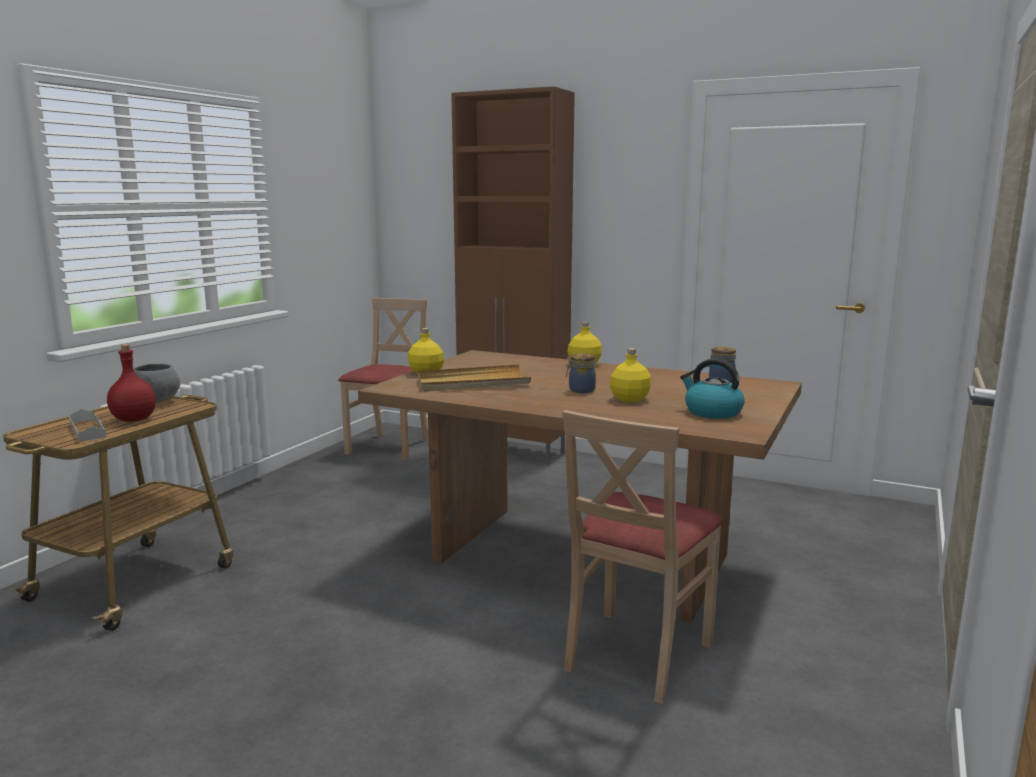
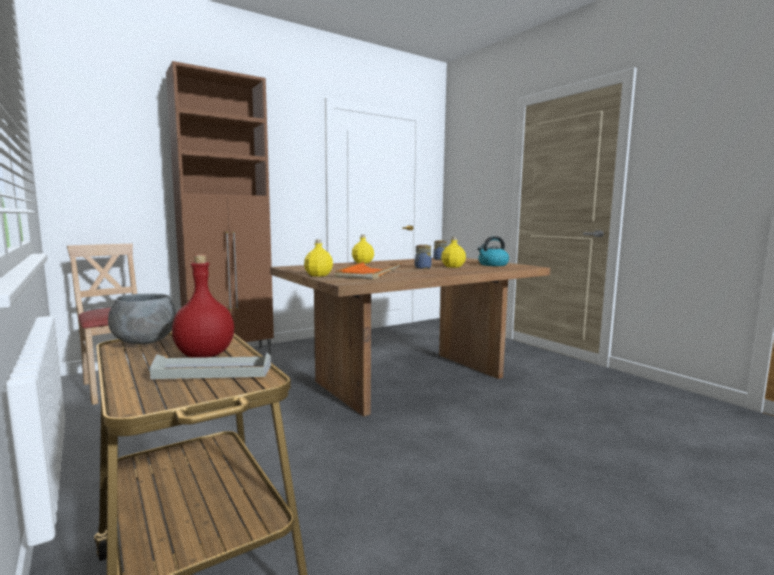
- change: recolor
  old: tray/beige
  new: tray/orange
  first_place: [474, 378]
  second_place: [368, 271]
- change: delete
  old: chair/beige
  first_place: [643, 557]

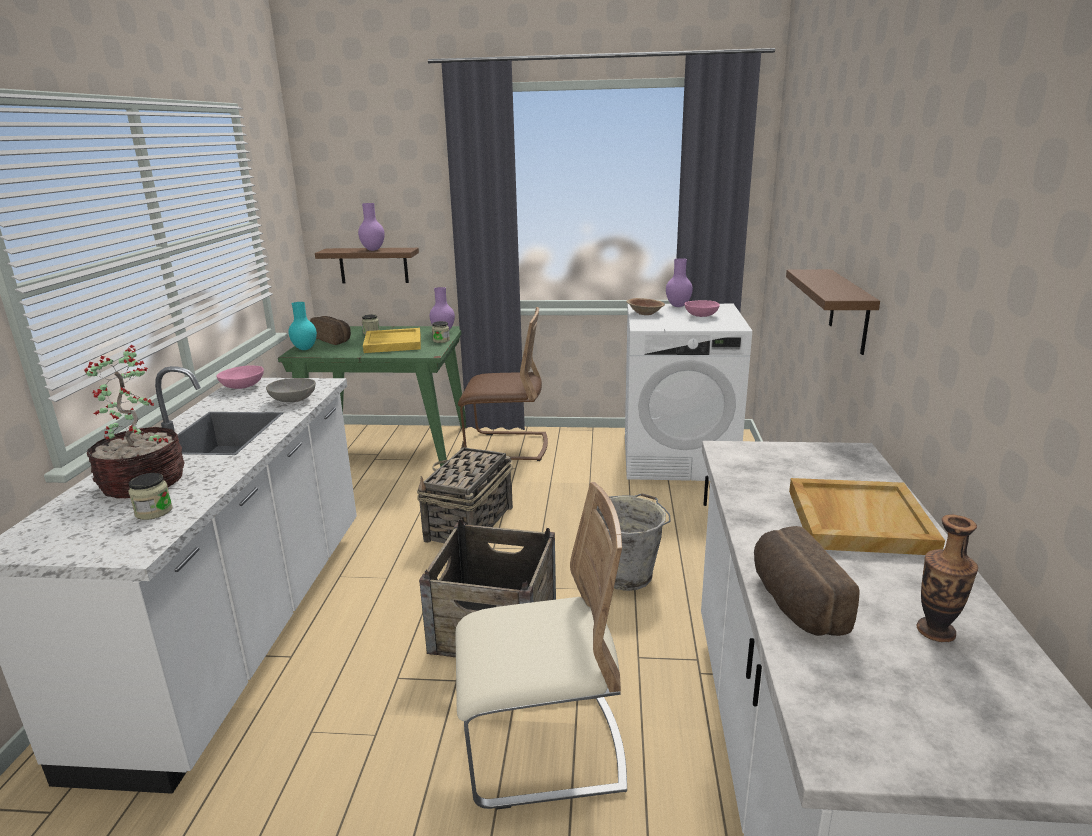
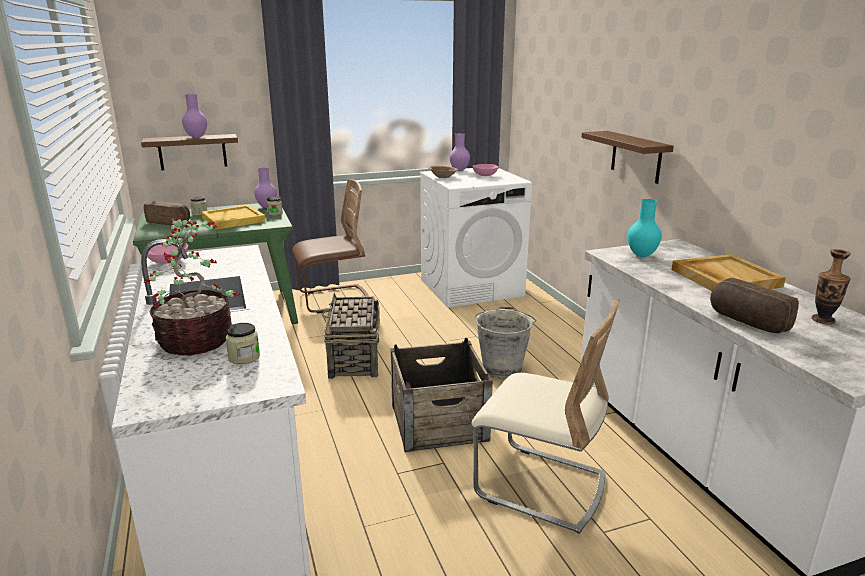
- change: delete
  old: bowl/grey
  first_place: [291, 390]
- change: move
  old: vase/turquoise
  first_place: [302, 326]
  second_place: [645, 228]
- change: rotate
  old: chair/beige
  first_place: [541, 645]
  second_place: [545, 416]
  degrees: 60

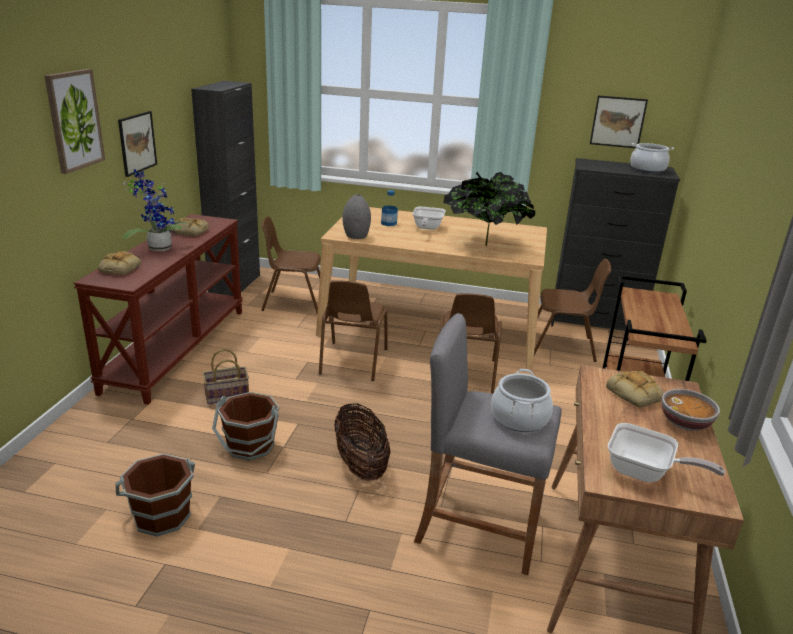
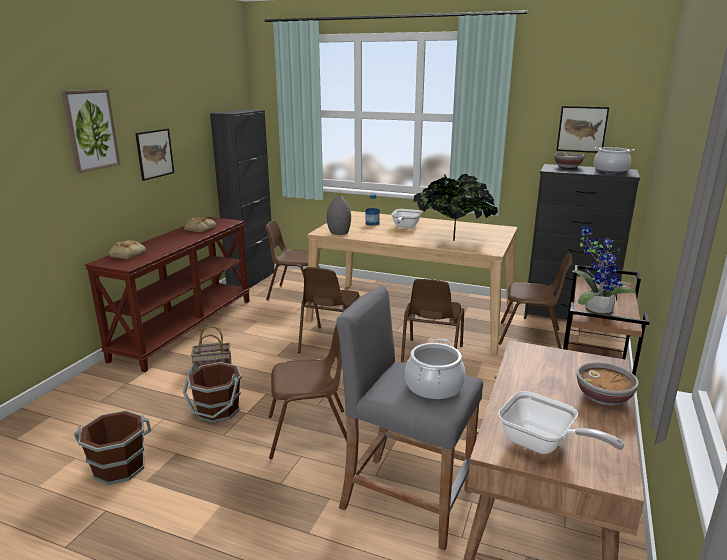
- change: move
  old: potted plant
  first_place: [156, 210]
  second_place: [603, 270]
- change: replace
  old: basket
  new: chair/brown
  first_place: [362, 441]
  second_place: [307, 392]
- change: delete
  old: bread
  first_place: [635, 389]
- change: insert
  new: bowl
  second_place: [569, 160]

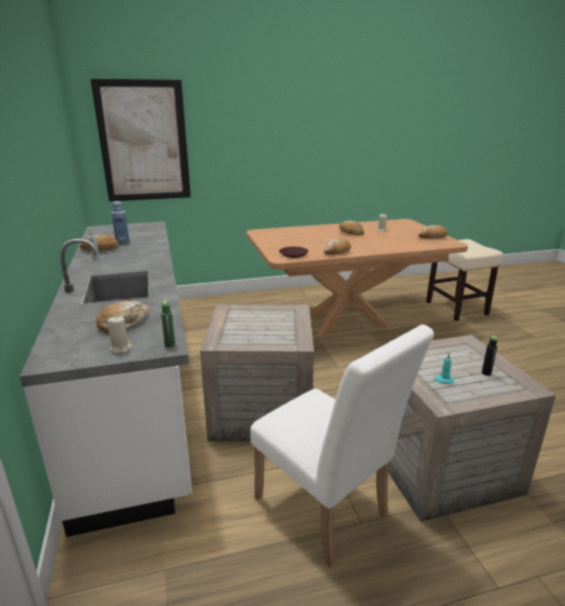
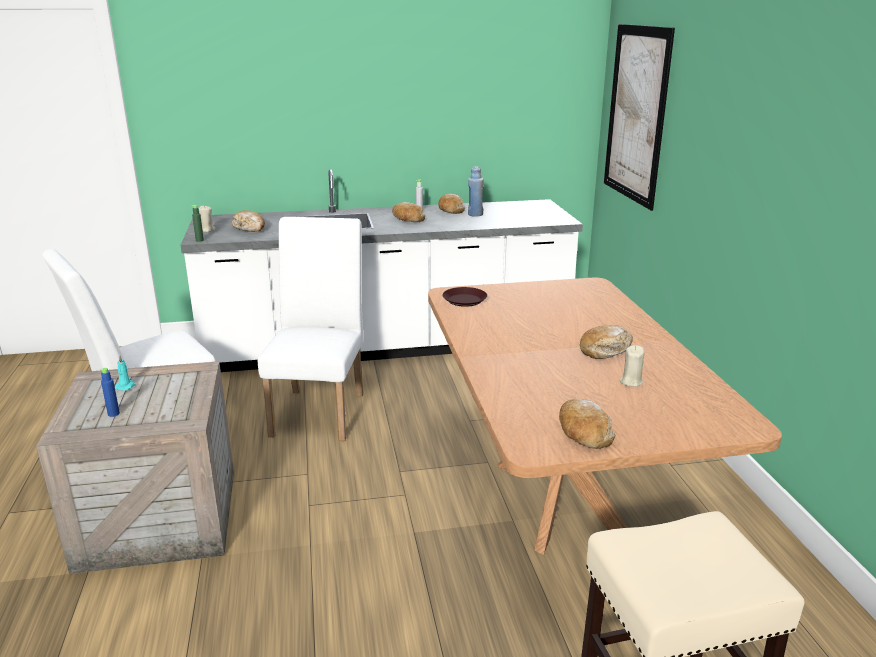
- change: replace
  old: crate
  new: chair/white
  first_place: [257, 373]
  second_place: [310, 329]
- change: move
  old: bread
  first_place: [337, 246]
  second_place: [408, 212]
- change: recolor
  old: bottle/black
  new: bottle/blue
  first_place: [489, 356]
  second_place: [109, 392]

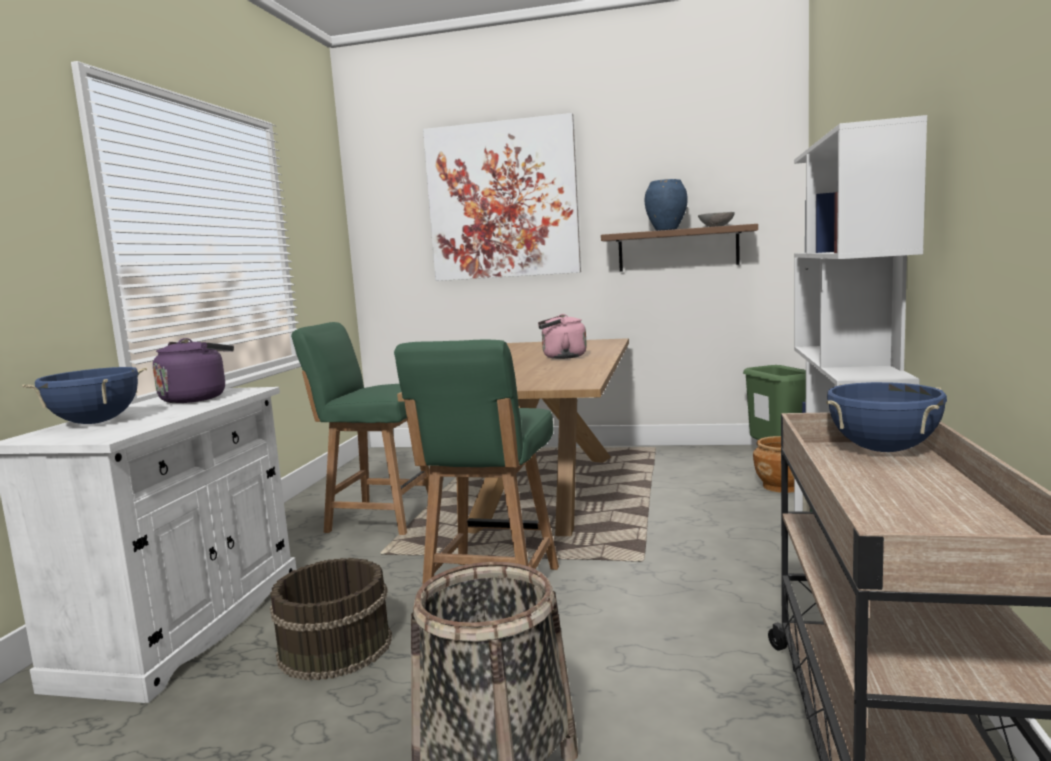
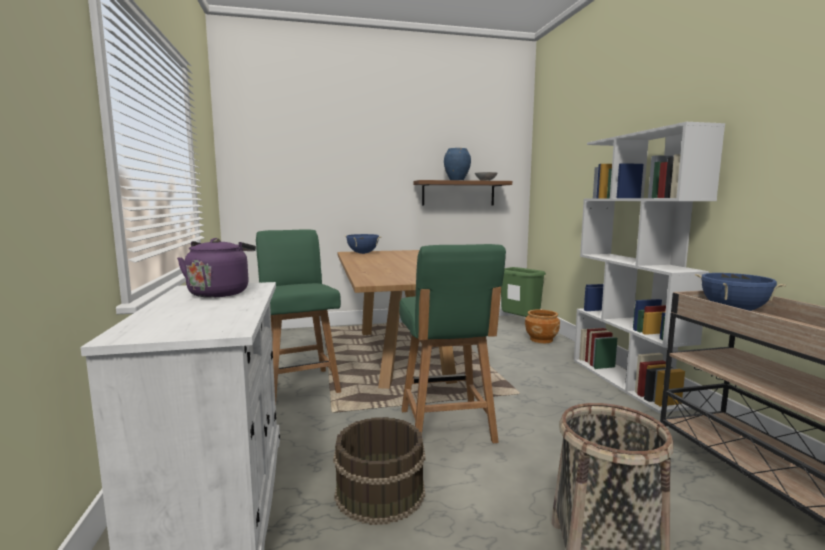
- change: move
  old: cooking pot/blue
  first_place: [84, 395]
  second_place: [363, 244]
- change: rotate
  old: chair/green
  first_place: [360, 428]
  second_place: [298, 316]
  degrees: 75
- change: delete
  old: picture
  first_place: [502, 197]
- change: delete
  old: kettle/pink
  first_place: [562, 336]

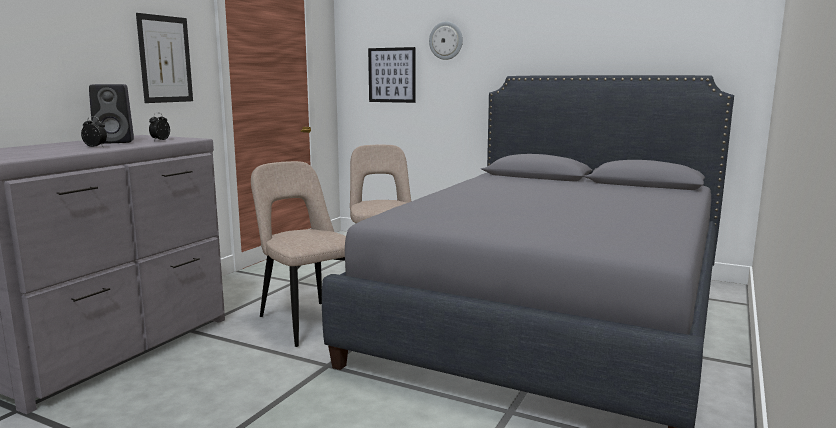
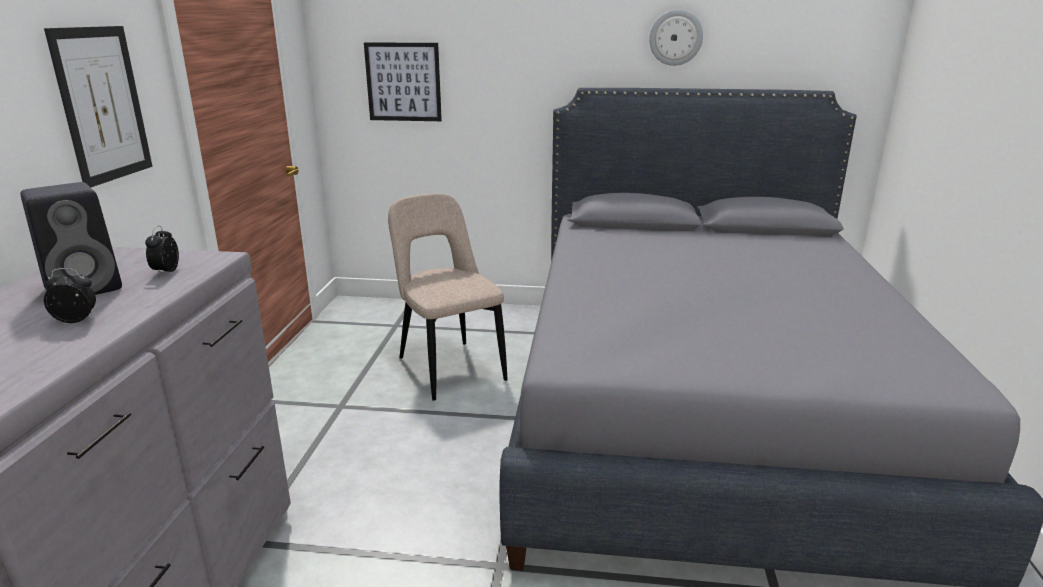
- change: delete
  old: chair/beige
  first_place: [298, 254]
- change: move
  old: wall clock
  first_place: [446, 40]
  second_place: [676, 38]

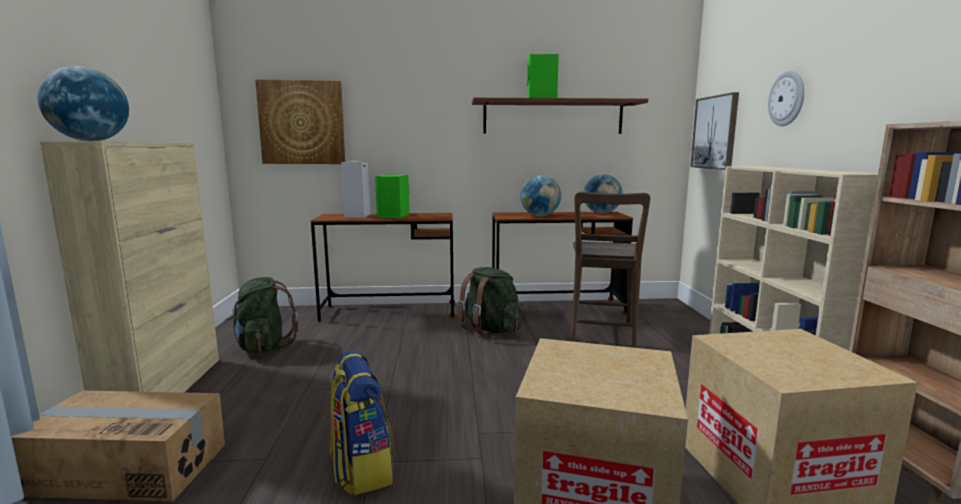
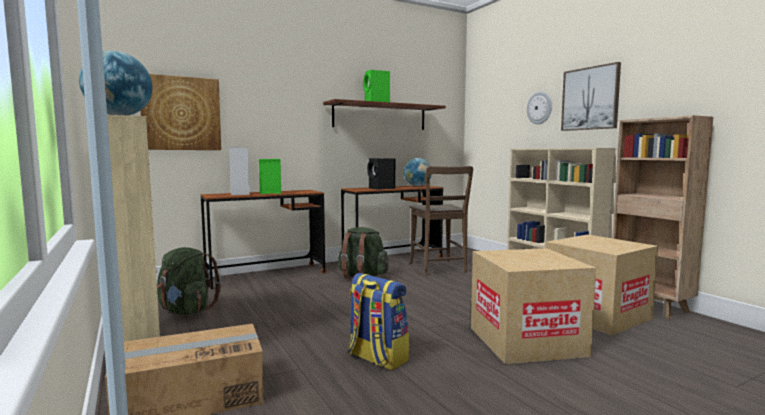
- change: replace
  old: globe
  new: speaker/black
  first_place: [540, 196]
  second_place: [381, 174]
- change: move
  old: picture
  first_place: [714, 131]
  second_place: [591, 96]

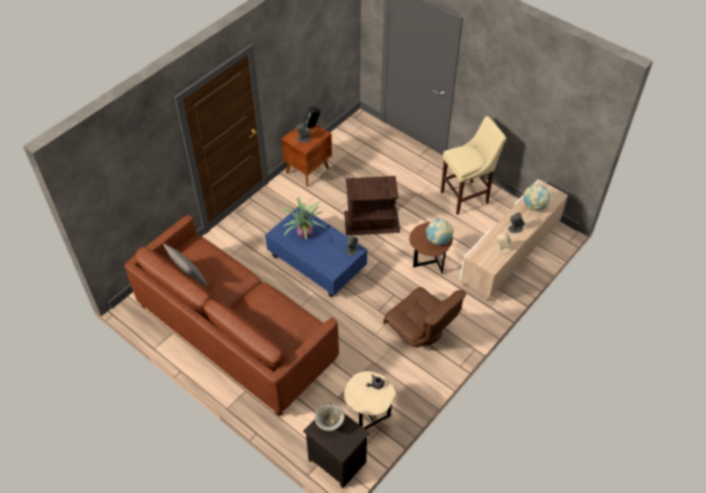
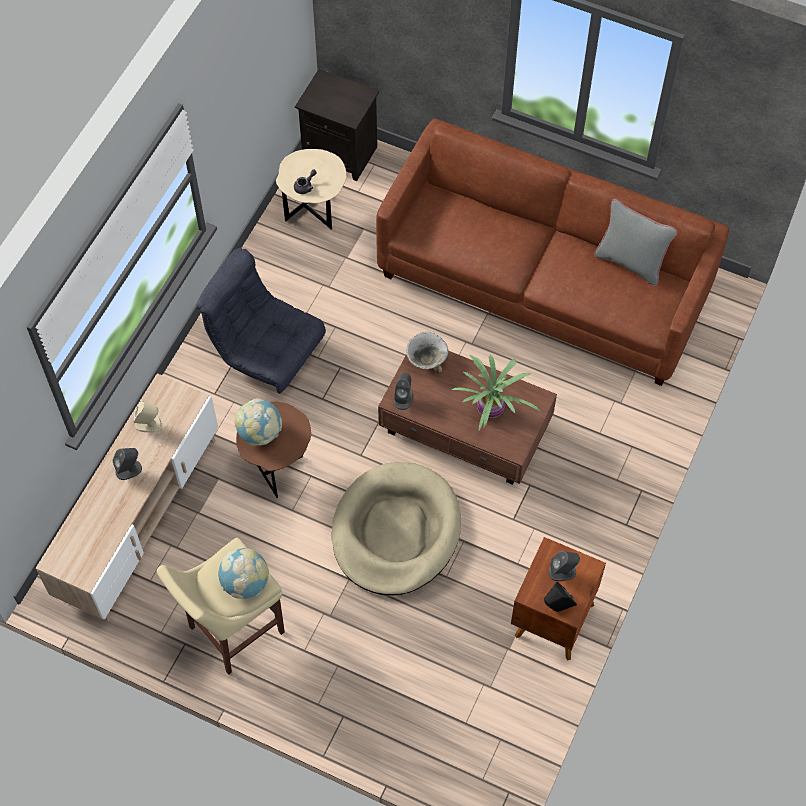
- change: recolor
  old: coffee table/blue
  new: coffee table/brown
  first_place: [316, 252]
  second_place: [467, 418]
- change: move
  old: bowl
  first_place: [329, 417]
  second_place: [427, 352]
- change: replace
  old: side table/brown
  new: dog bed/beige
  first_place: [372, 205]
  second_place: [396, 529]
- change: recolor
  old: armchair/brown
  new: armchair/grey
  first_place: [424, 317]
  second_place: [261, 321]
- change: move
  old: globe
  first_place: [536, 197]
  second_place: [243, 573]

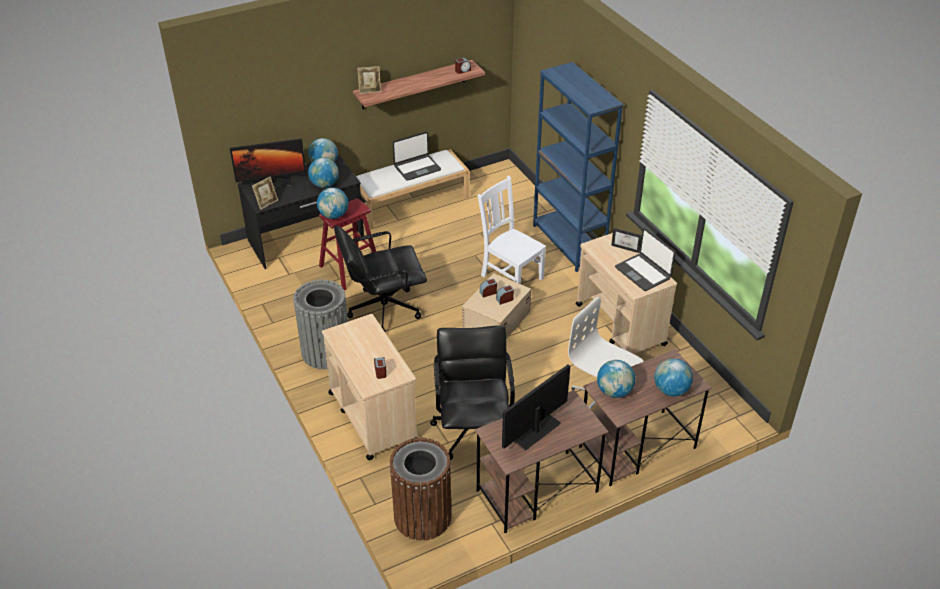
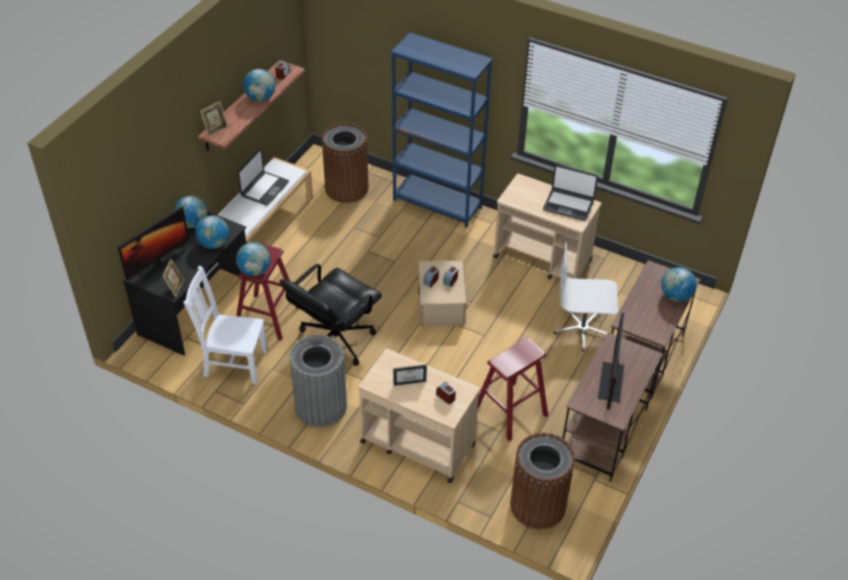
- change: replace
  old: office chair/black
  new: stool/red
  first_place: [472, 392]
  second_place: [513, 389]
- change: move
  old: chair/white
  first_place: [512, 230]
  second_place: [225, 325]
- change: move
  old: globe
  first_place: [616, 379]
  second_place: [259, 85]
- change: move
  old: picture frame
  first_place: [626, 240]
  second_place: [410, 375]
- change: insert
  new: trash can/brown
  second_place: [345, 163]

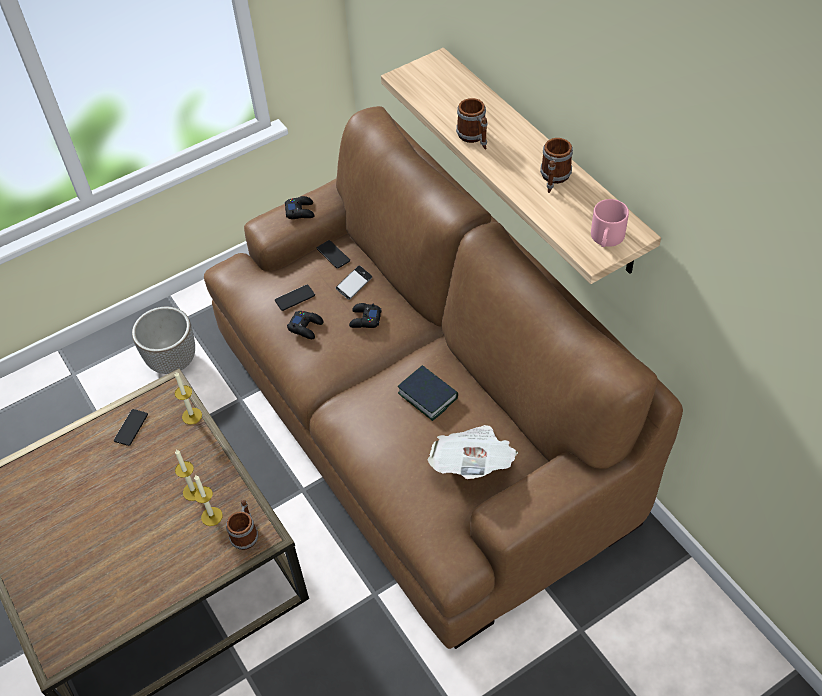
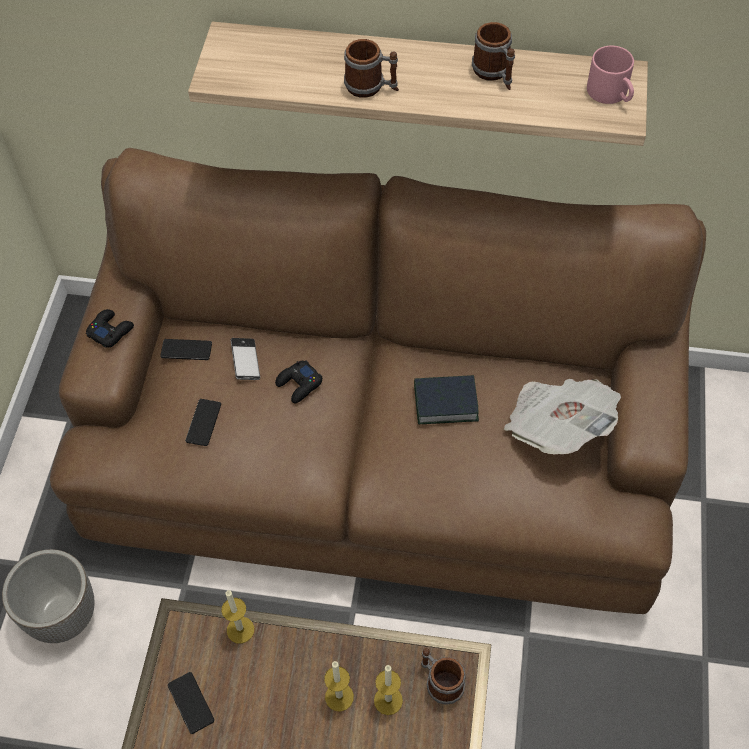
- change: delete
  old: game controller/black
  first_place: [305, 325]

